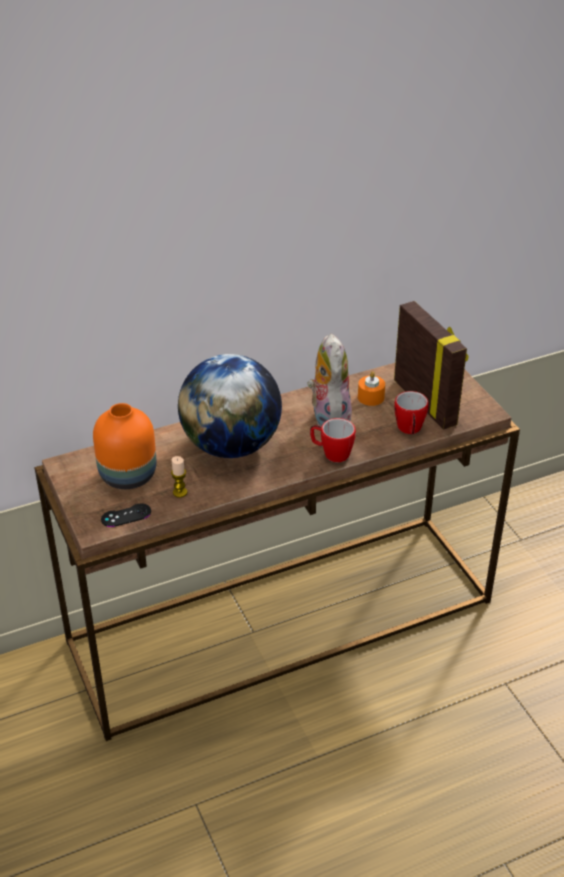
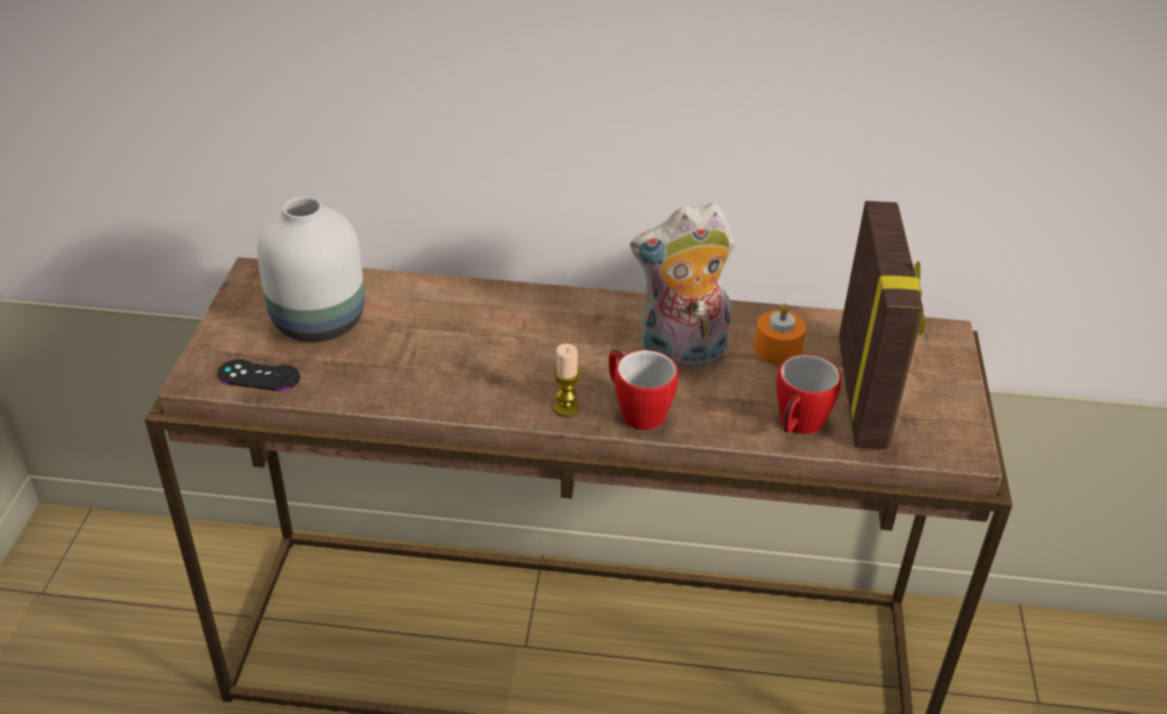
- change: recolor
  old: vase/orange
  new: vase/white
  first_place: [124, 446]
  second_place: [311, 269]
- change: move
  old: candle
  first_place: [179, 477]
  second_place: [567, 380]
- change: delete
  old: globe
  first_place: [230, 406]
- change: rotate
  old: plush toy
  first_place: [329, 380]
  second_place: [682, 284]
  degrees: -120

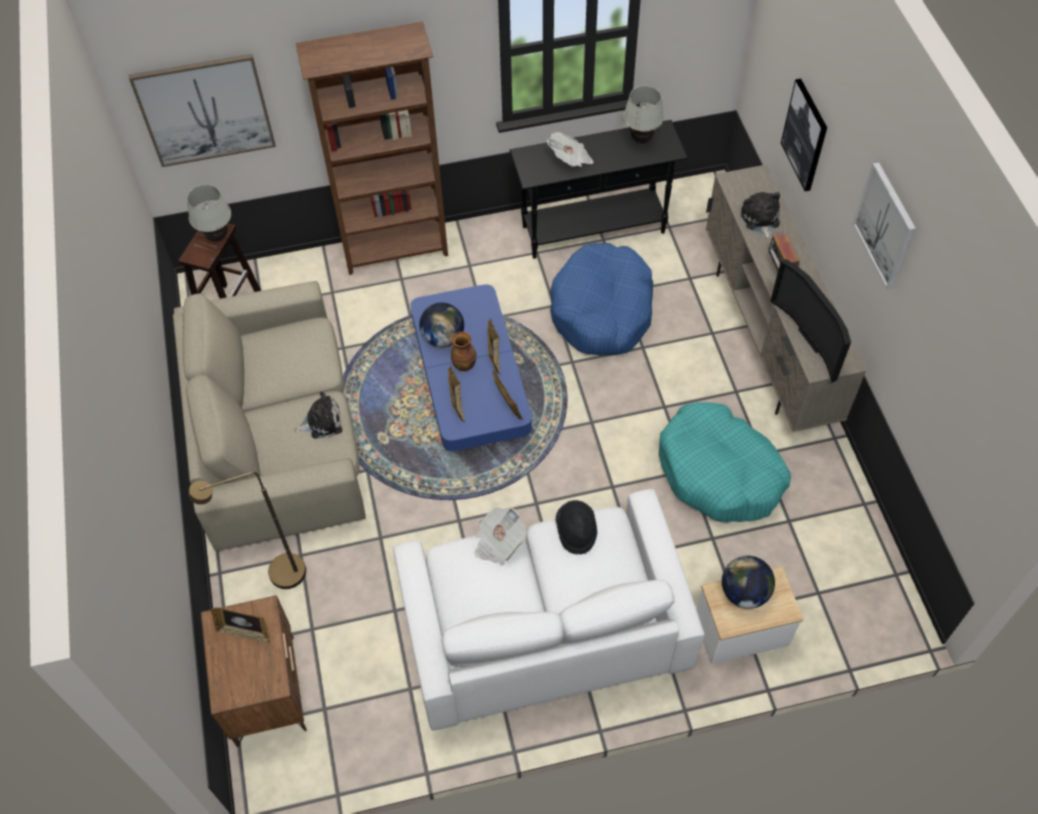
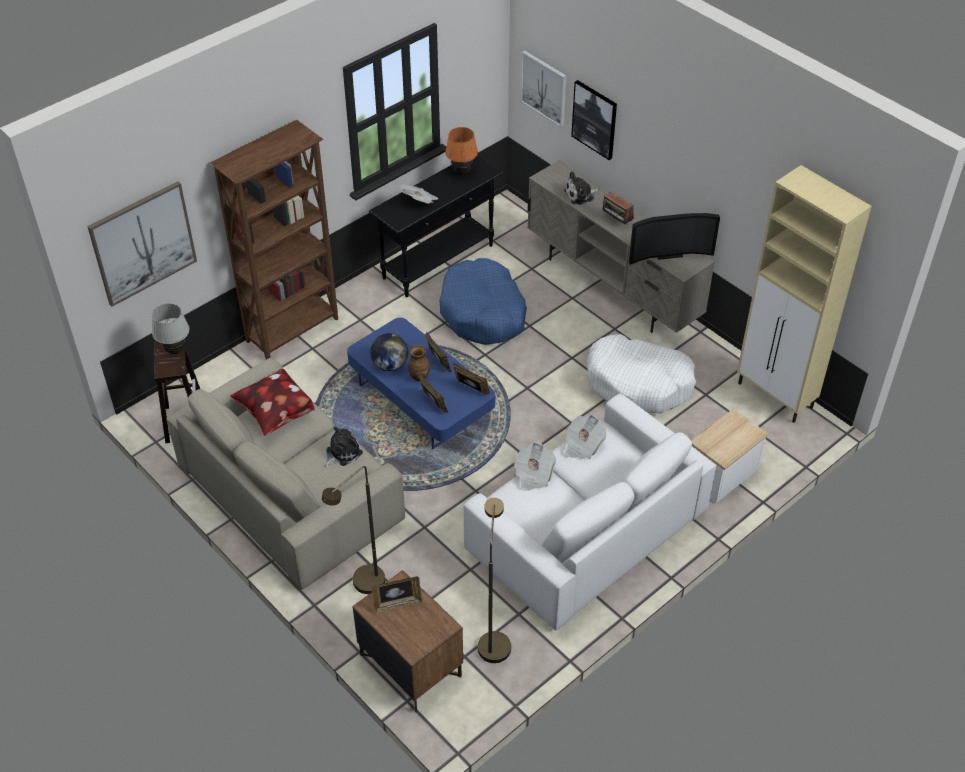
- change: replace
  old: hat/black
  new: newspaper
  first_place: [576, 527]
  second_place: [585, 437]
- change: recolor
  old: table lamp/white
  new: table lamp/orange
  first_place: [643, 114]
  second_place: [461, 151]
- change: recolor
  old: dog bed/turquoise
  new: dog bed/white
  first_place: [725, 462]
  second_place: [641, 374]
- change: delete
  old: globe
  first_place: [748, 582]
- change: rotate
  old: plush toy
  first_place: [760, 216]
  second_place: [581, 188]
  degrees: -75
- change: rotate
  old: television
  first_place: [810, 321]
  second_place: [674, 239]
  degrees: -45
- change: move
  old: picture
  first_place: [884, 225]
  second_place: [543, 89]
- change: insert
  new: pillow
  second_place: [273, 402]
- change: insert
  new: floor lamp/brown
  second_place: [494, 580]
- change: insert
  new: cabinet/beige
  second_place: [804, 294]

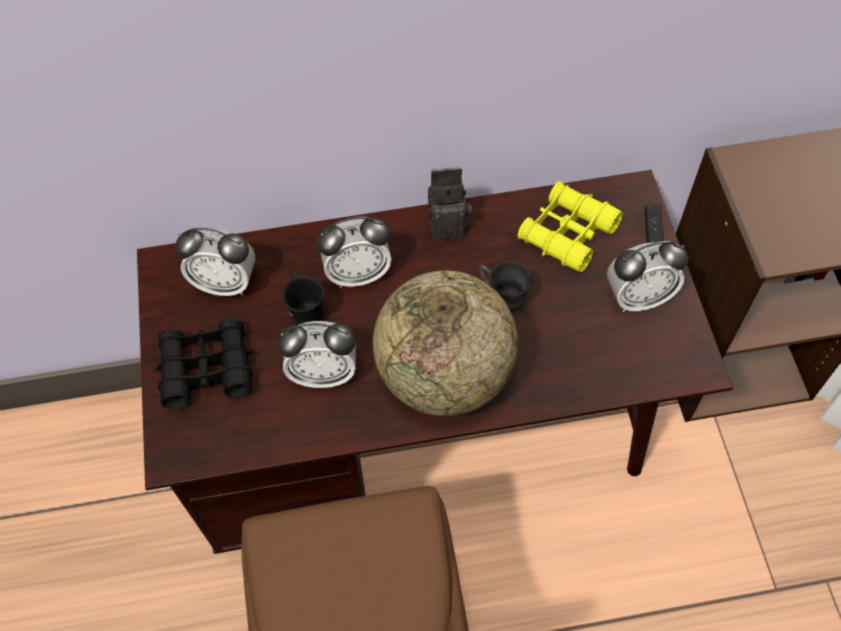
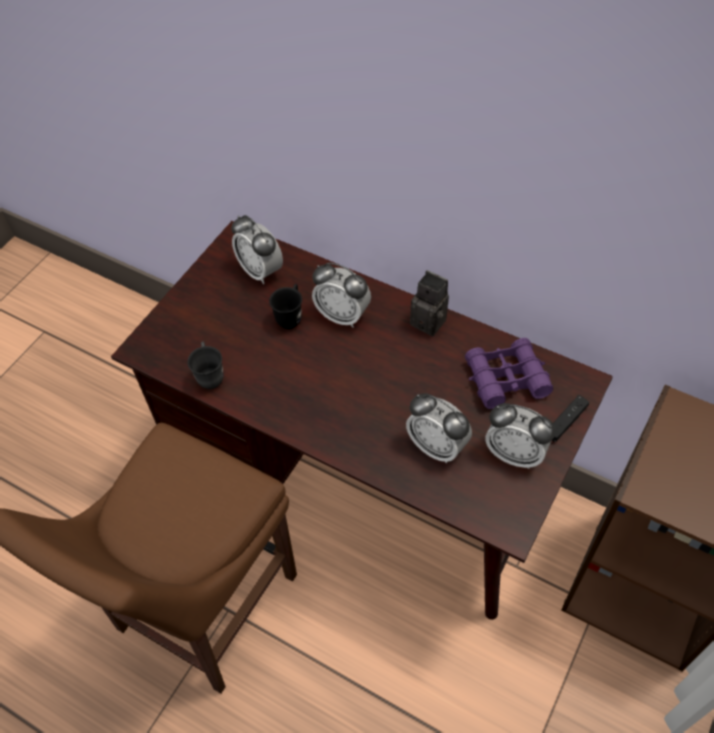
- change: delete
  old: binoculars/black
  first_place: [203, 364]
- change: move
  old: alarm clock
  first_place: [316, 354]
  second_place: [439, 428]
- change: delete
  old: globe
  first_place: [445, 343]
- change: move
  old: mug/grey
  first_place: [505, 286]
  second_place: [205, 365]
- change: recolor
  old: binoculars/yellow
  new: binoculars/purple
  first_place: [570, 226]
  second_place: [509, 373]

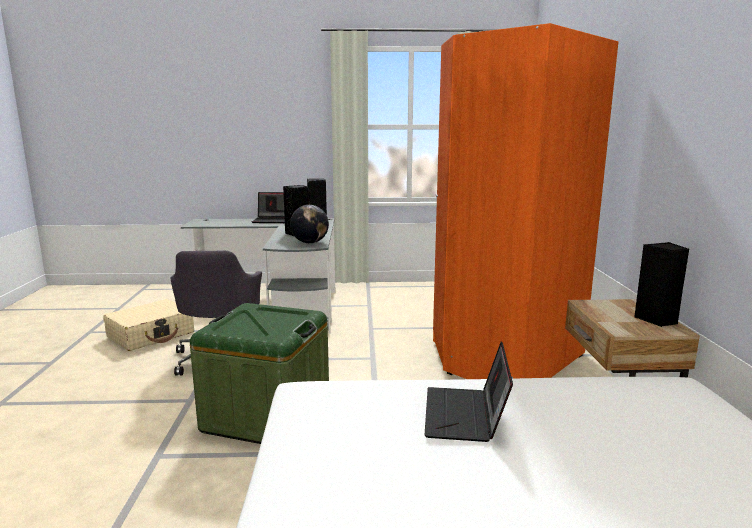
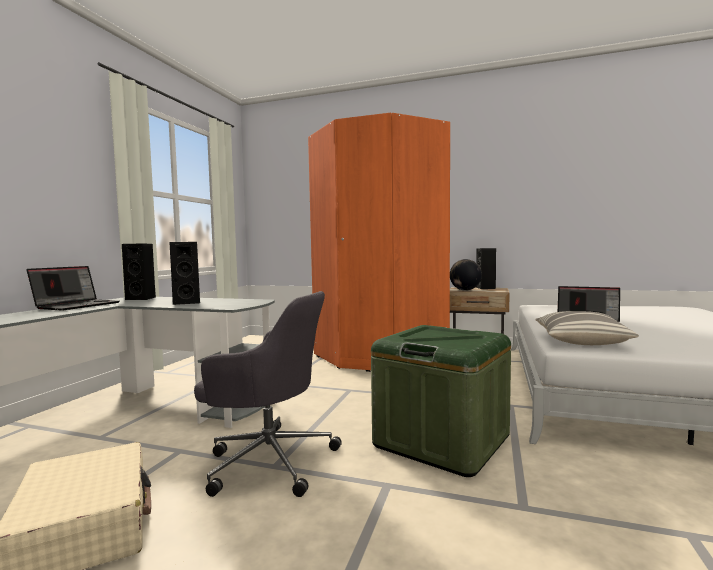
- change: move
  old: globe
  first_place: [309, 224]
  second_place: [466, 275]
- change: insert
  new: pillow
  second_place: [587, 328]

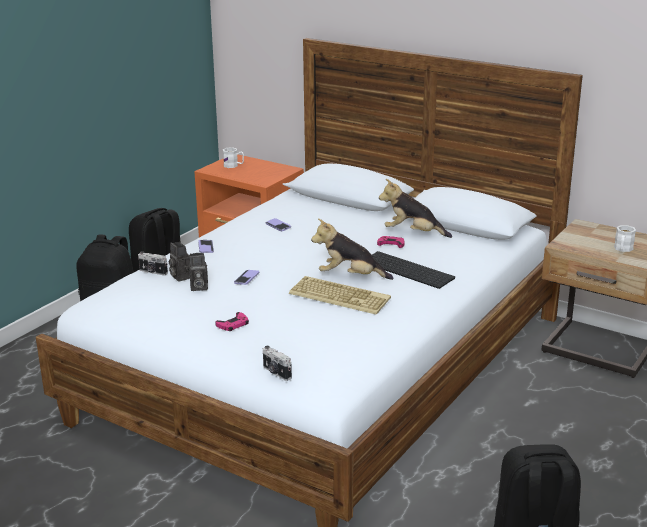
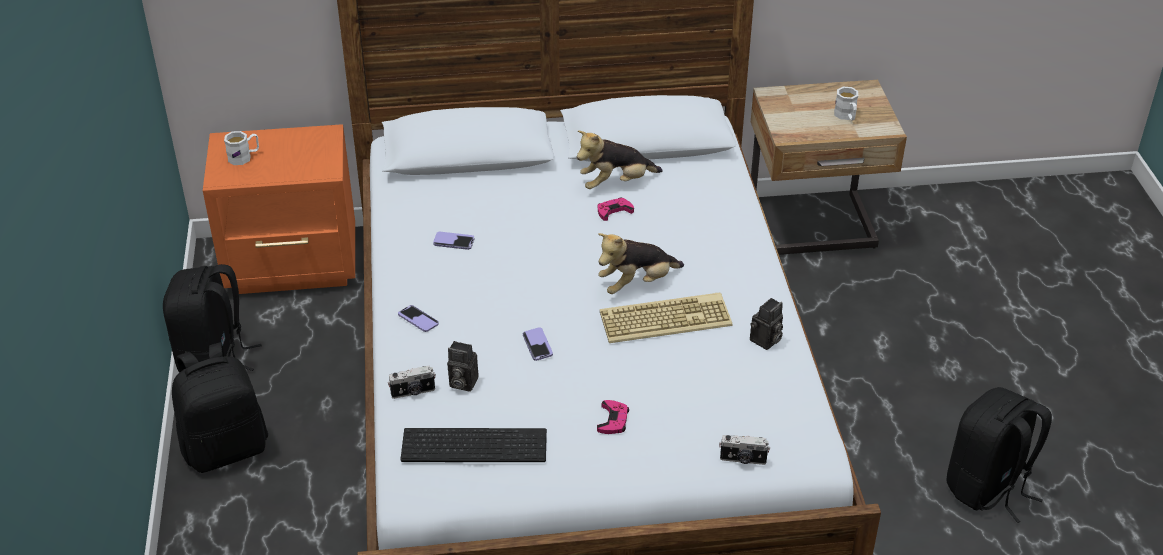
- change: move
  old: photo camera
  first_place: [197, 272]
  second_place: [766, 324]
- change: move
  old: keyboard
  first_place: [413, 270]
  second_place: [474, 445]

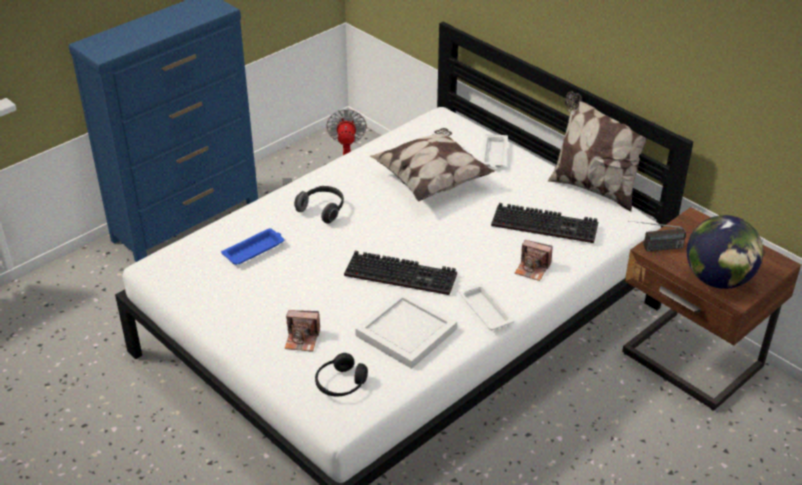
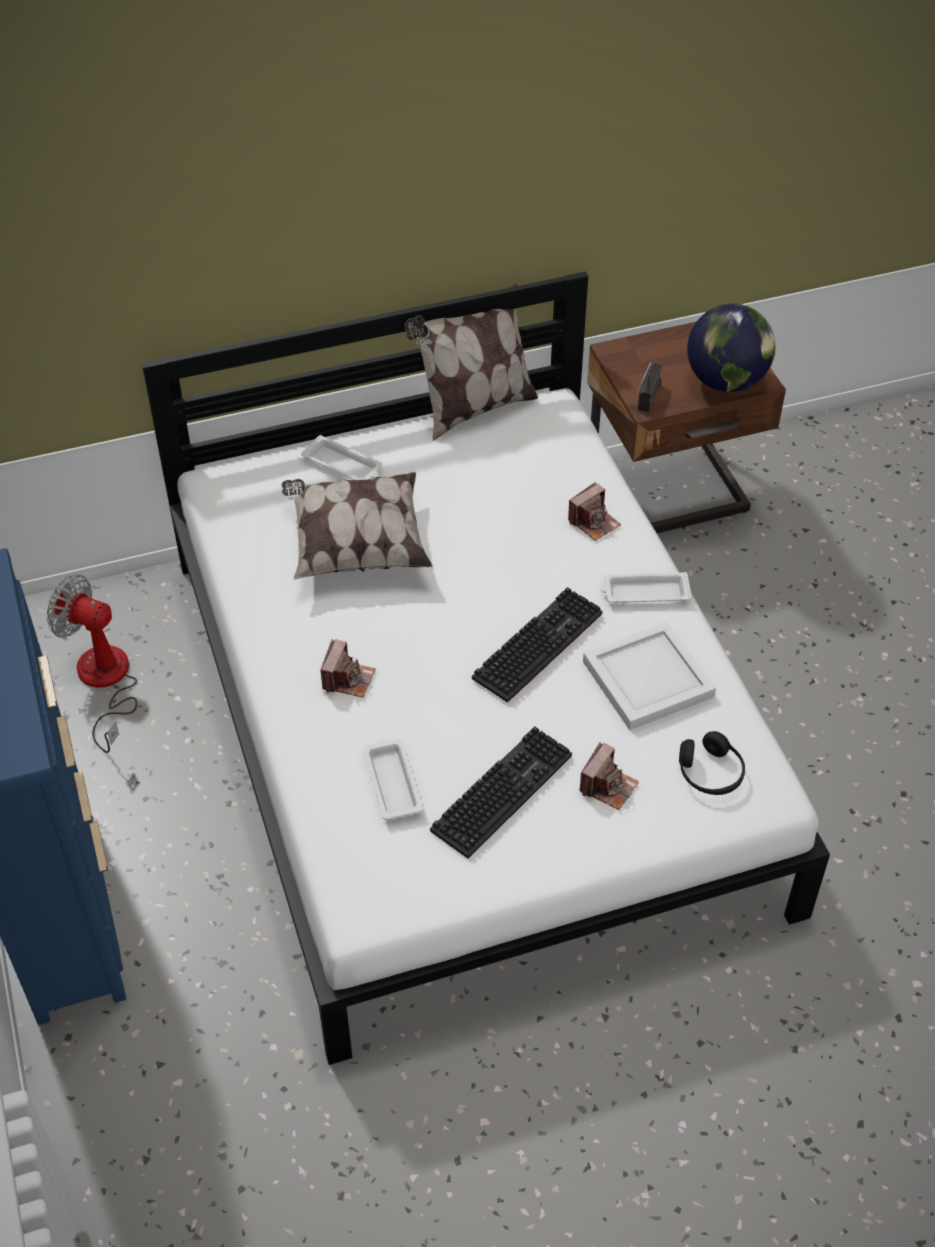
- change: recolor
  old: tray/blue
  new: tray/white
  first_place: [252, 246]
  second_place: [393, 779]
- change: replace
  old: headphones
  new: photo camera
  first_place: [319, 205]
  second_place: [348, 668]
- change: move
  old: keyboard
  first_place: [544, 223]
  second_place: [501, 792]

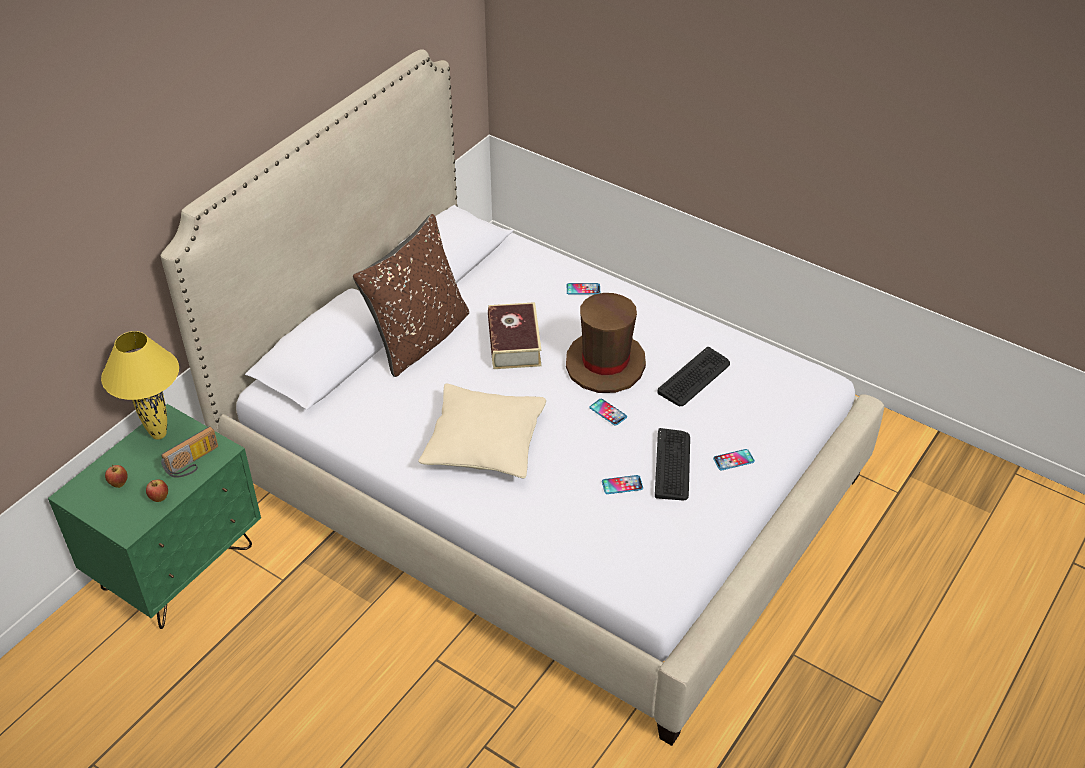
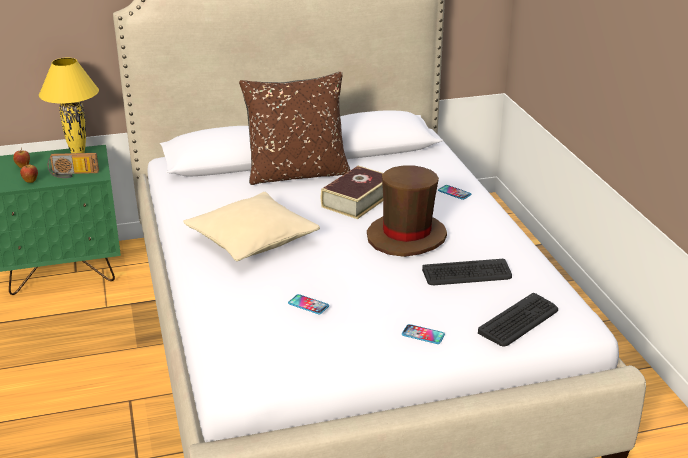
- change: delete
  old: phone
  first_place: [608, 412]
- change: move
  old: keyboard
  first_place: [672, 464]
  second_place: [518, 320]

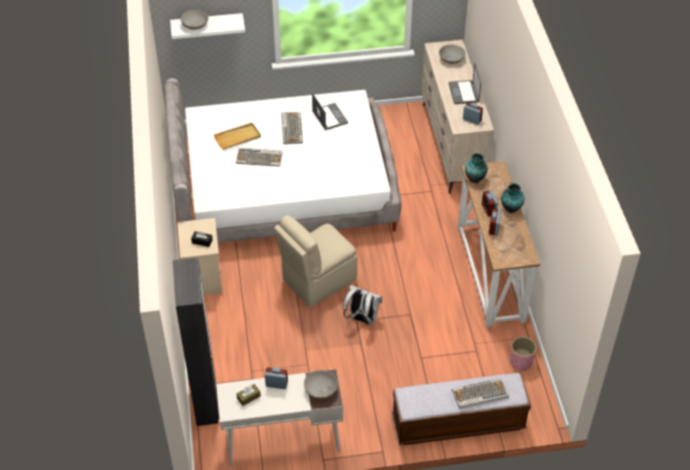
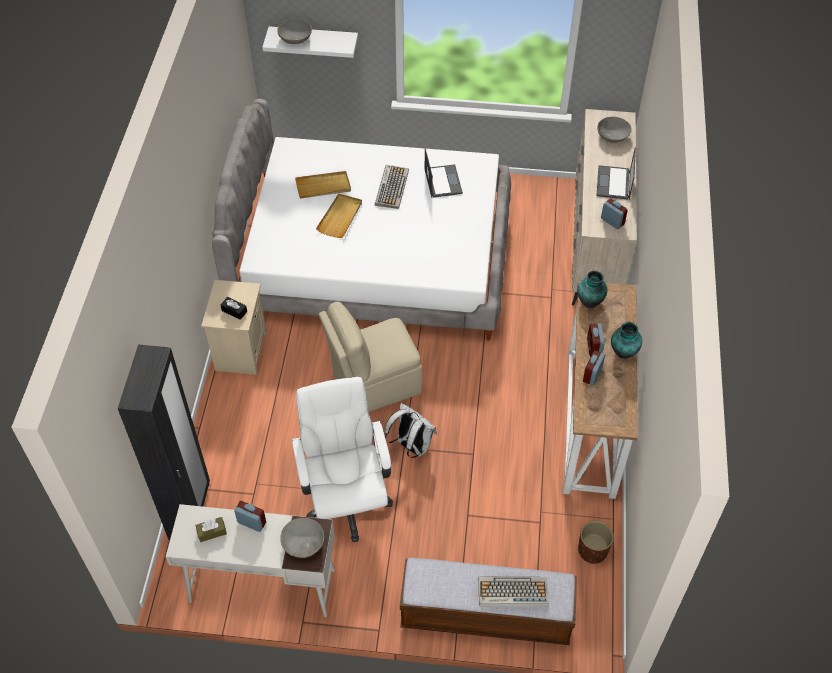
- change: replace
  old: keyboard
  new: tray/beige
  first_place: [259, 157]
  second_place: [339, 216]
- change: recolor
  old: planter/pink
  new: planter/brown
  first_place: [523, 353]
  second_place: [596, 542]
- change: insert
  new: office chair/white
  second_place: [342, 459]

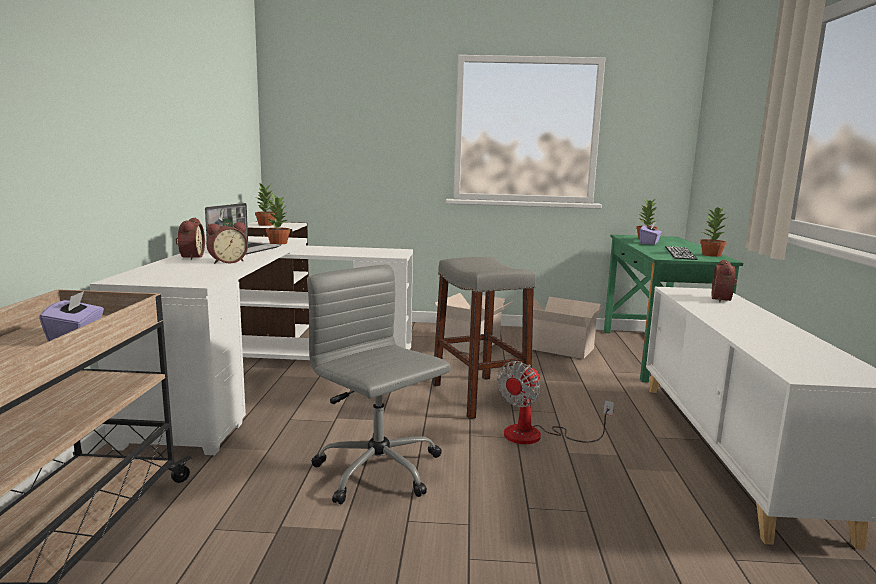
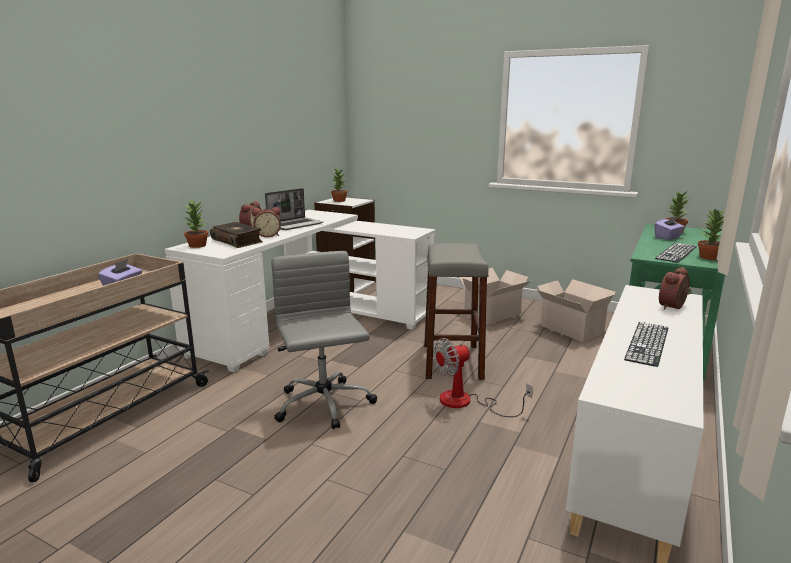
- change: move
  old: potted plant
  first_place: [278, 219]
  second_place: [196, 223]
- change: insert
  new: book
  second_place: [236, 235]
- change: insert
  new: keyboard
  second_place: [646, 344]

